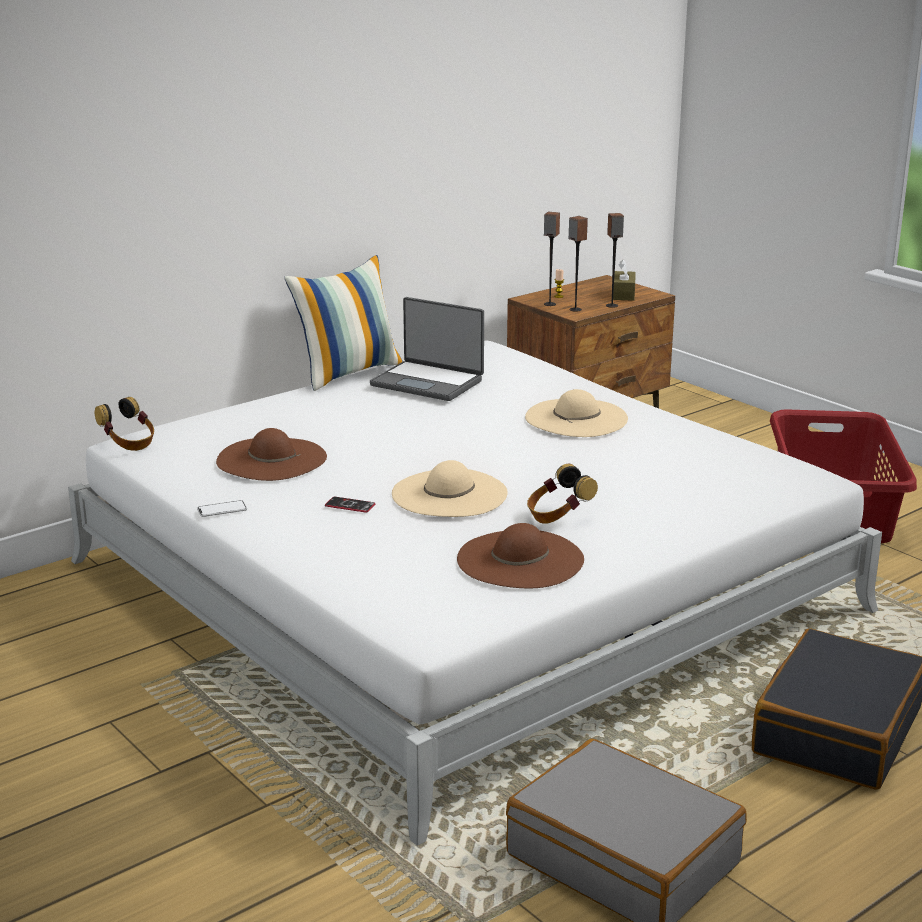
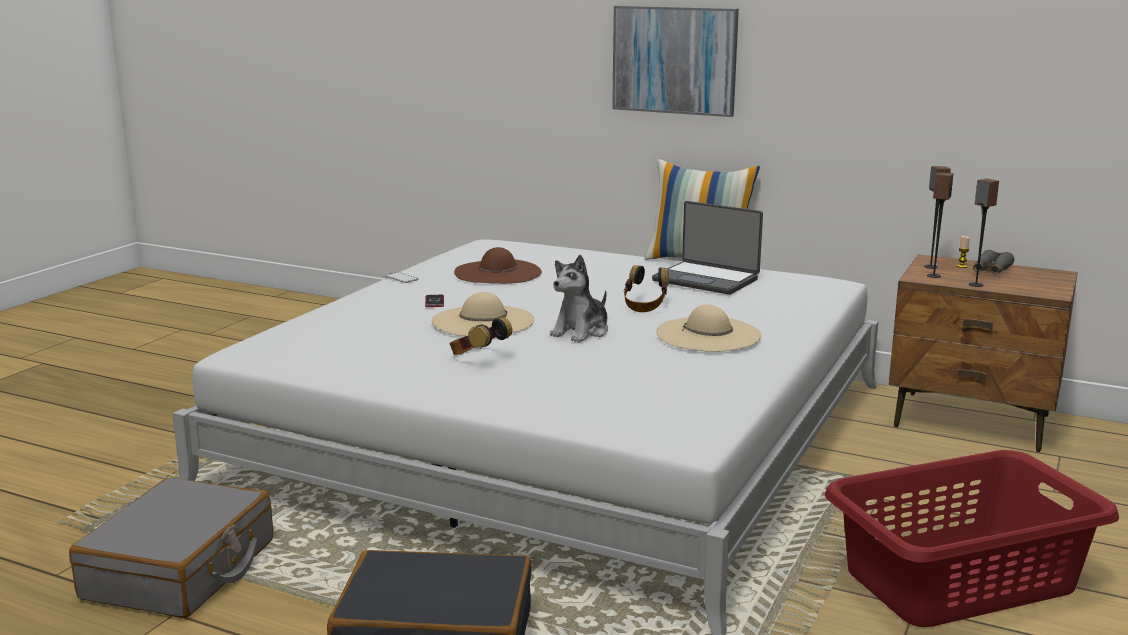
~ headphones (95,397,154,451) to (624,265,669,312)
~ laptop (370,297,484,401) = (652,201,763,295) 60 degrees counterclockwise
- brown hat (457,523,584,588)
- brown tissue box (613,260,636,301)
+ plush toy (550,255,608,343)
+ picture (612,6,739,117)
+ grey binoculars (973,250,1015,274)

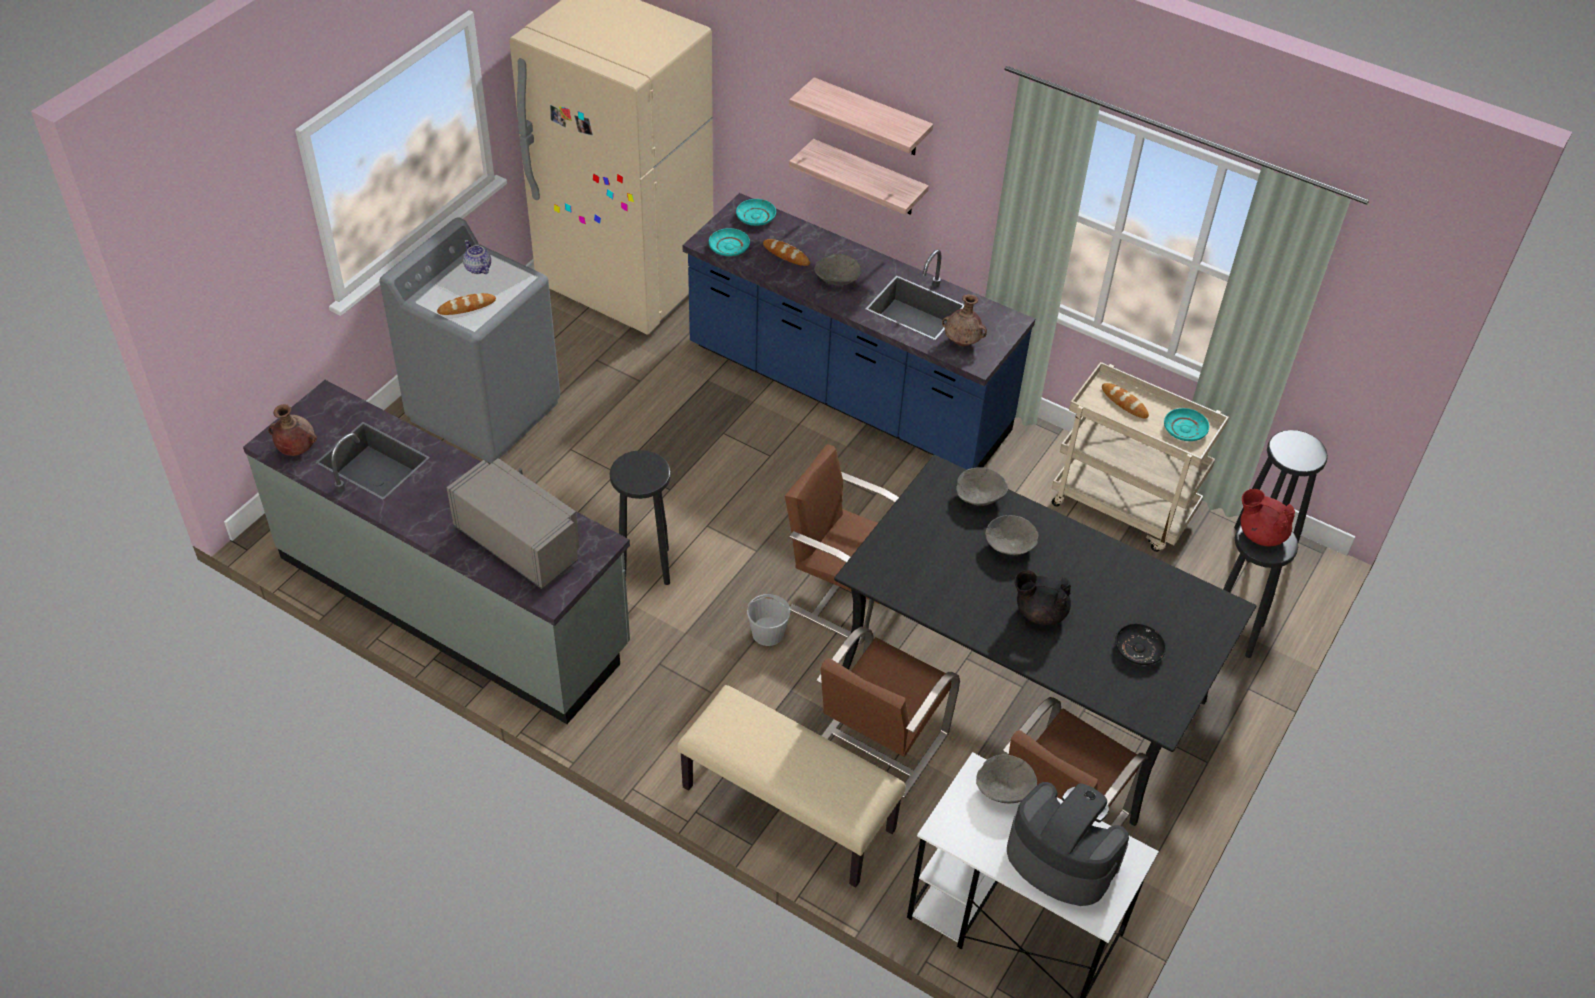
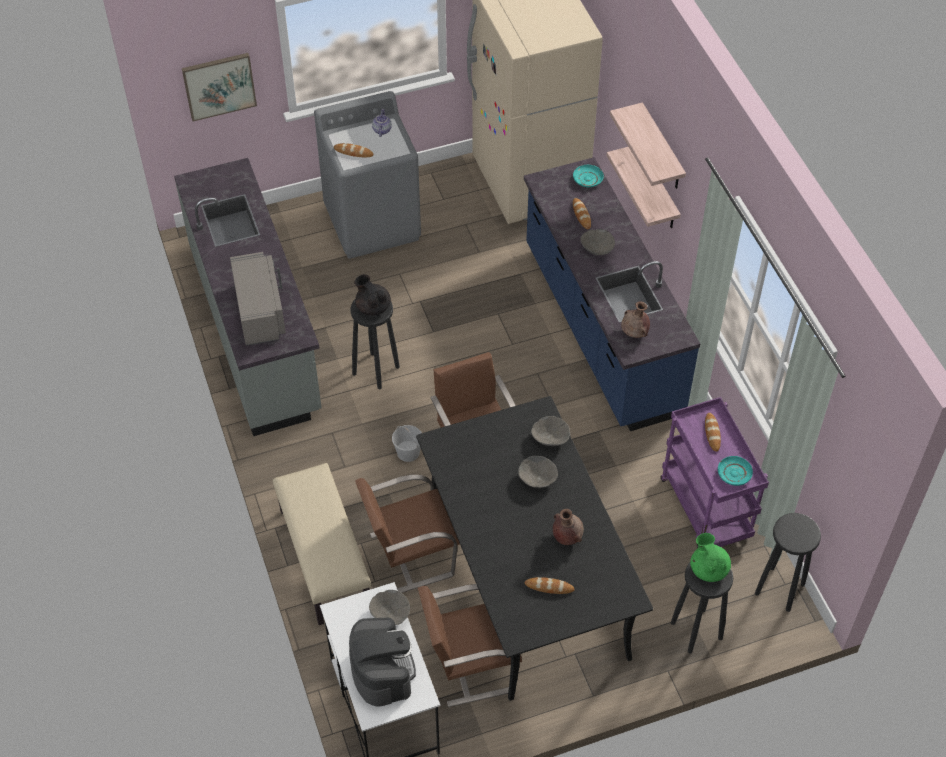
~ brown vase (268,404,317,456) to (553,509,584,545)
- turquoise plate (709,228,750,257)
~ black teapot (1015,570,1071,626) to (354,274,391,316)
~ beige cart (1052,362,1229,552) to purple cart (661,397,769,548)
~ black plate (1115,623,1166,665) to bread (525,577,575,594)
~ red teapot (1240,489,1295,546) to green teapot (690,533,731,582)
+ picture (182,53,257,121)

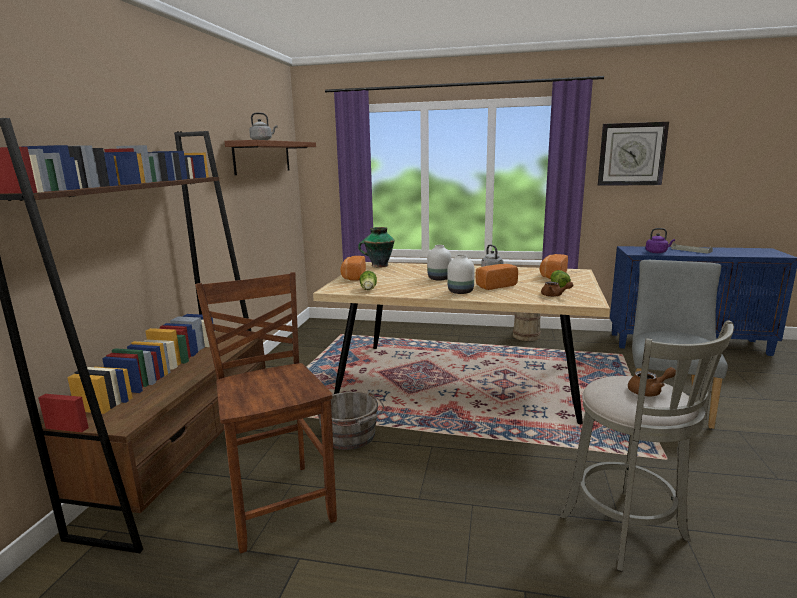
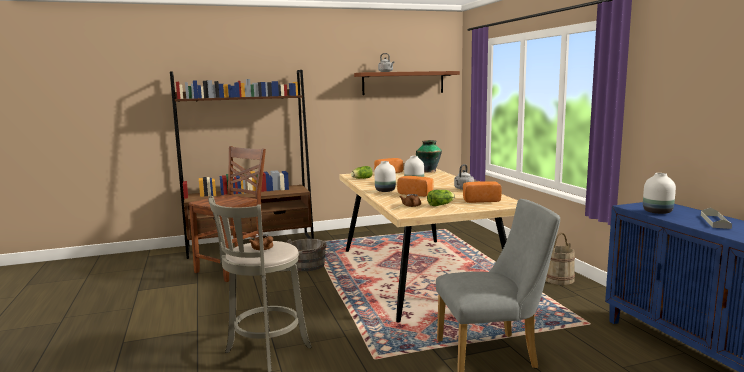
- wall clock (598,122,669,186)
~ purple kettle (646,228,675,253) to white vase (643,173,676,214)

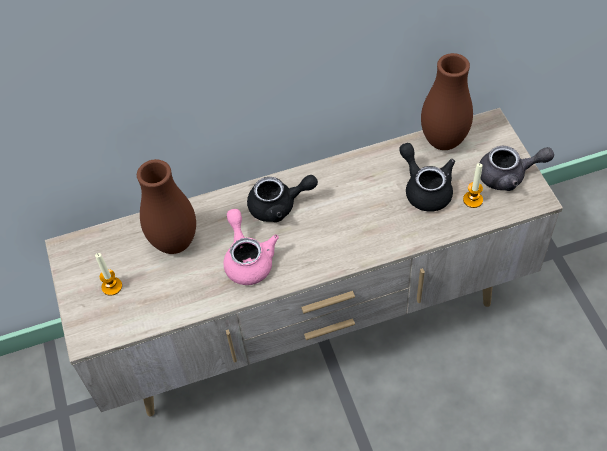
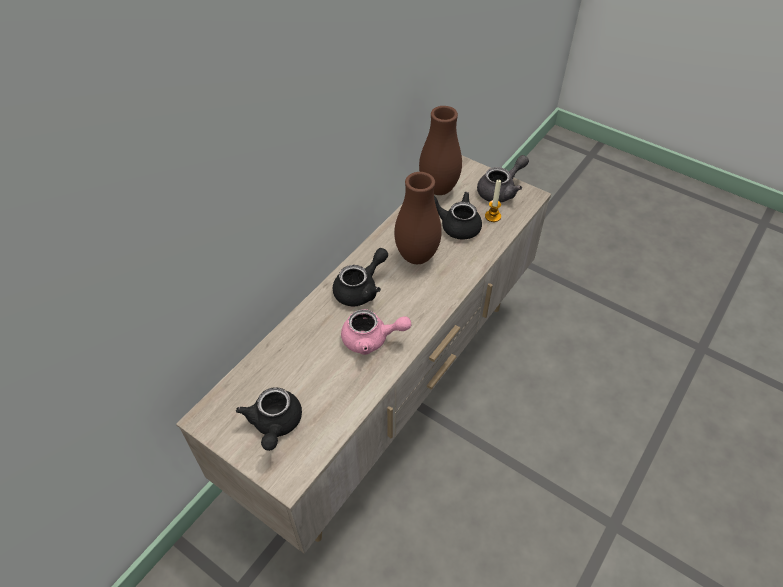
~ candle (95,253,122,296) to black teapot (236,387,302,451)
~ brown vase (137,159,196,254) to (394,172,442,264)
~ pink teapot (223,209,279,285) = (341,309,411,355) 150 degrees clockwise

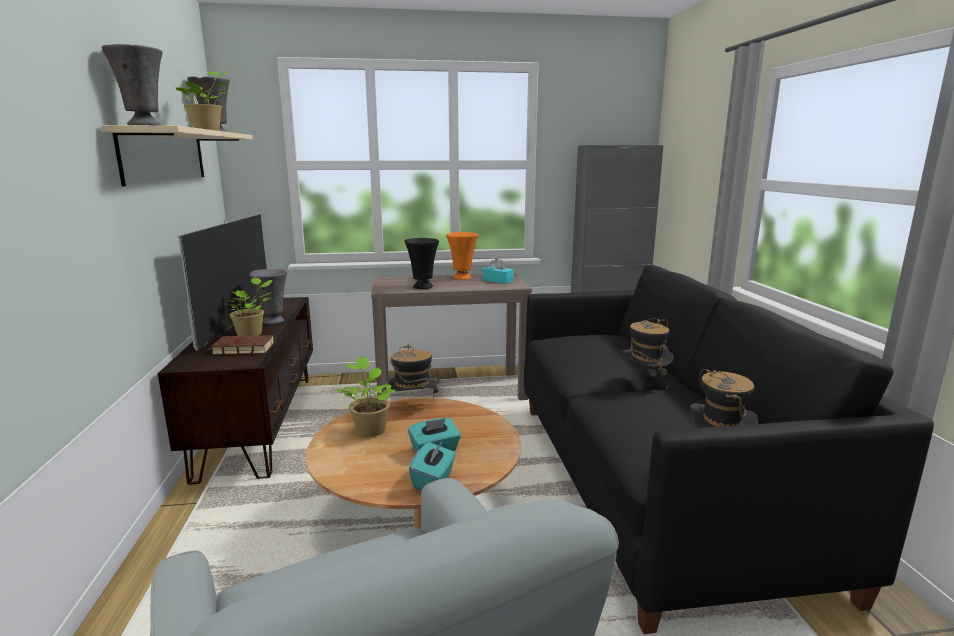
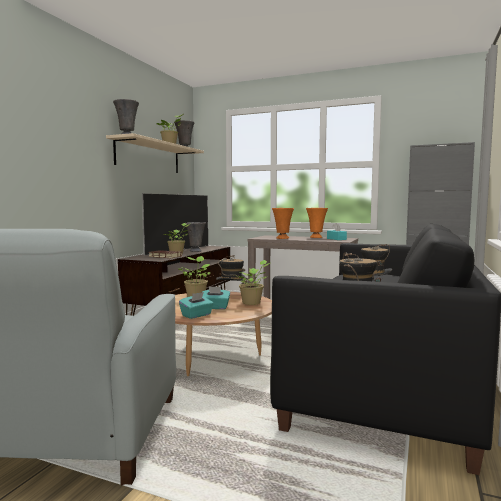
~ black vase (405,238,439,289) to orange vase (272,208,294,239)
+ potted plant (238,260,270,305)

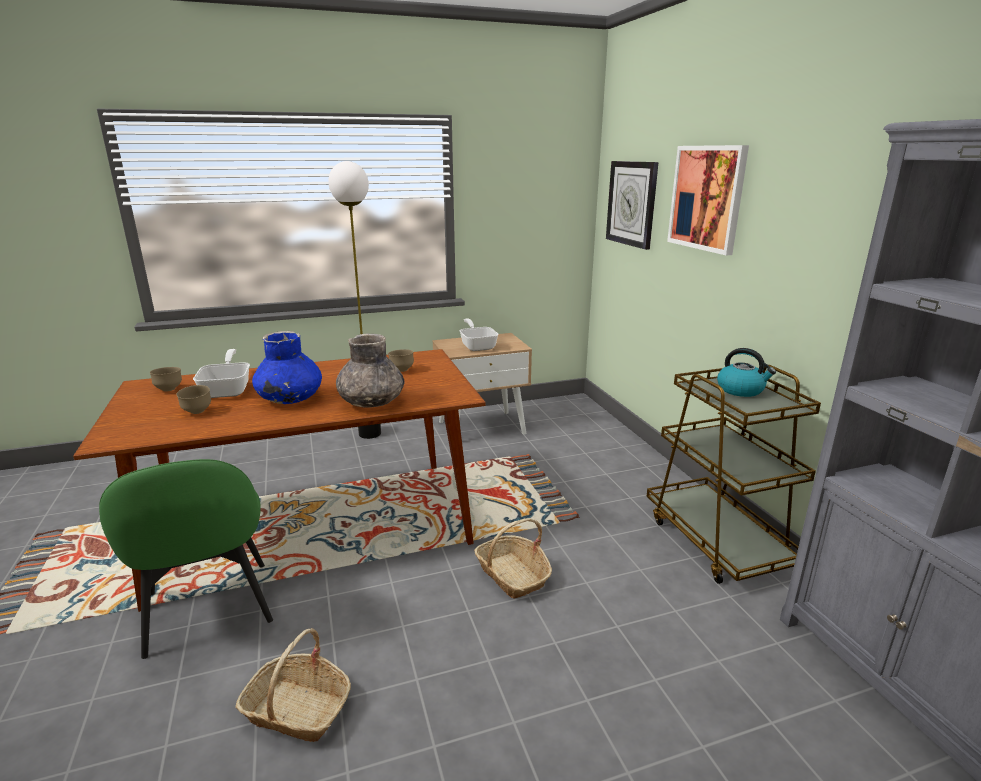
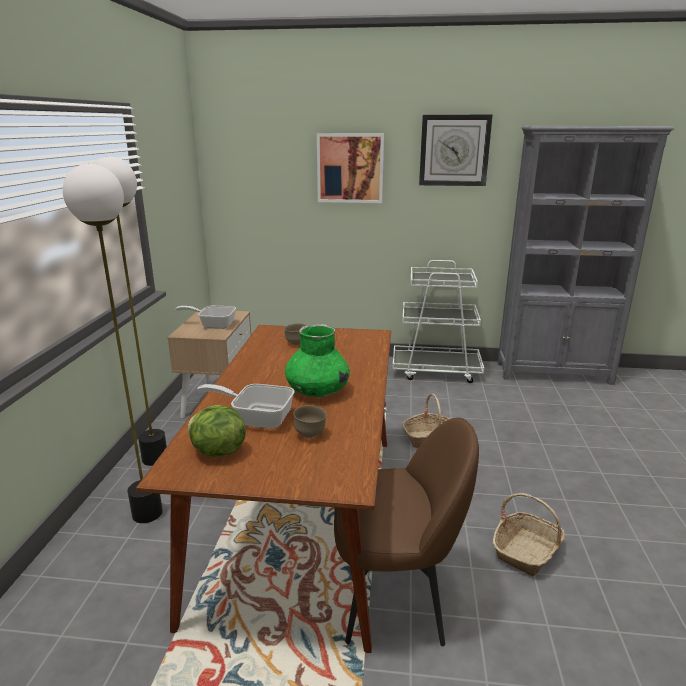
~ green chair (99,459,273,659) to brown chair (334,417,479,647)
~ brown bowl (150,367,182,391) to lettuce (188,405,246,457)
~ blue vase (252,331,322,404) to green vase (285,324,350,397)
- grey vase (336,334,404,408)
~ wall clock (606,161,658,250) to (419,114,493,186)
~ brown cart (647,365,821,584) to white cart (393,260,484,383)
- kettle (717,348,776,397)
+ floor lamp (63,163,163,523)

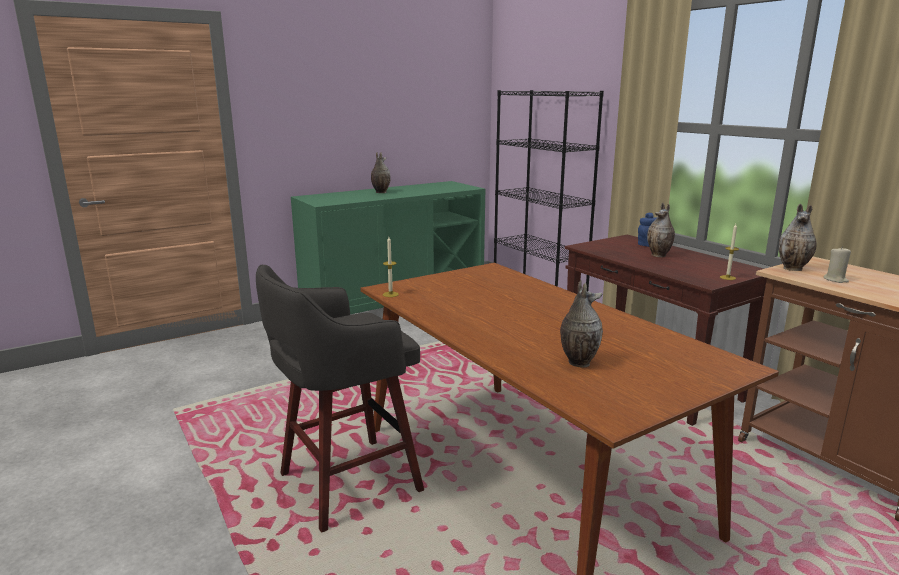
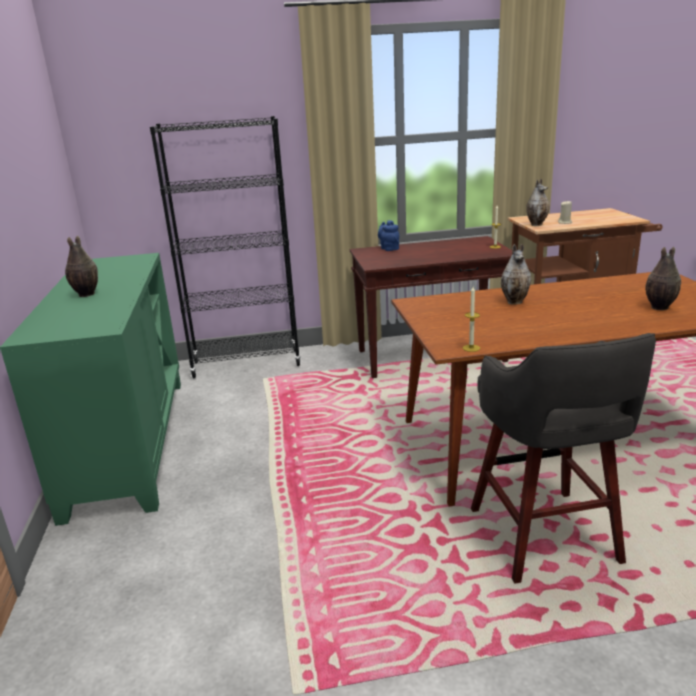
~ vase (647,203,675,257) to (501,244,532,305)

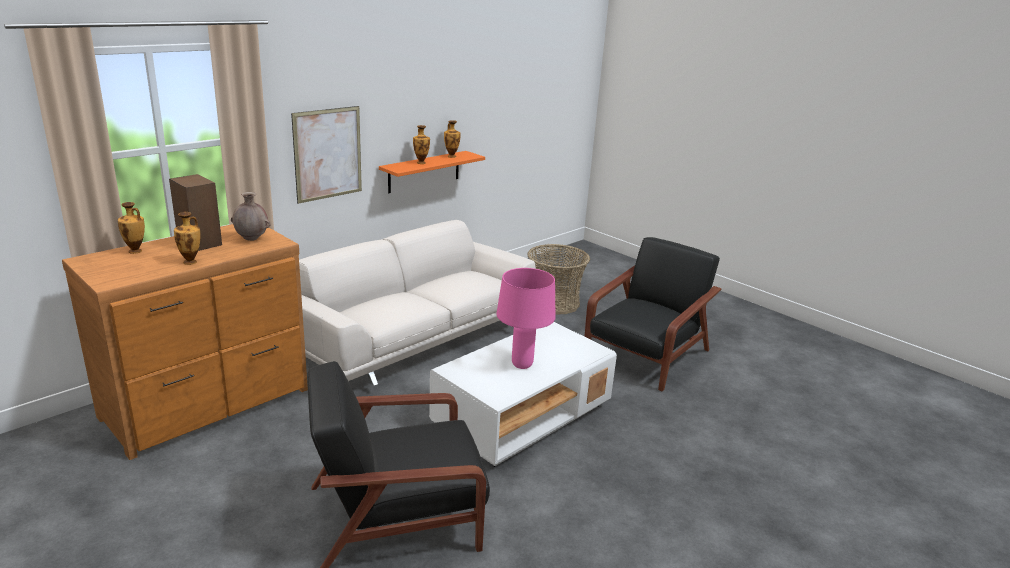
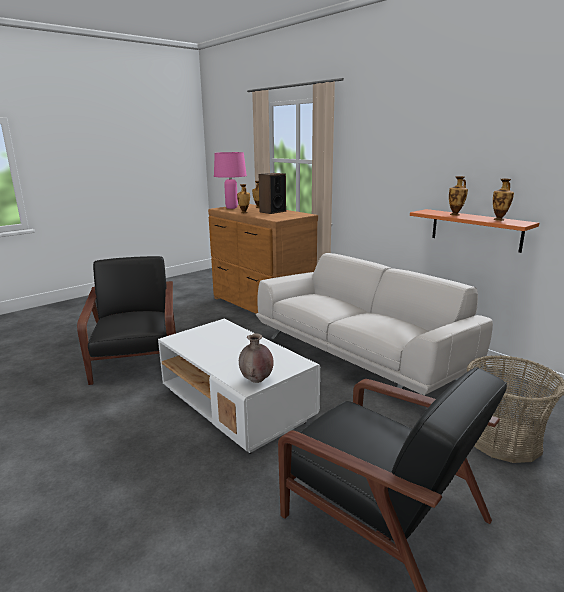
~ brown vase (231,192,270,241) to (239,333,274,383)
- picture (291,106,362,204)
~ pink table lamp (496,268,555,369) to (214,152,247,209)

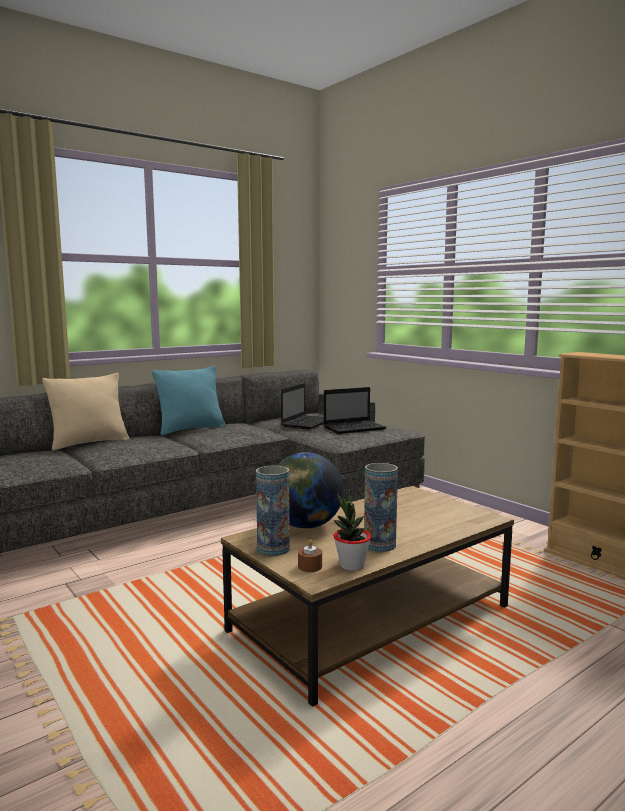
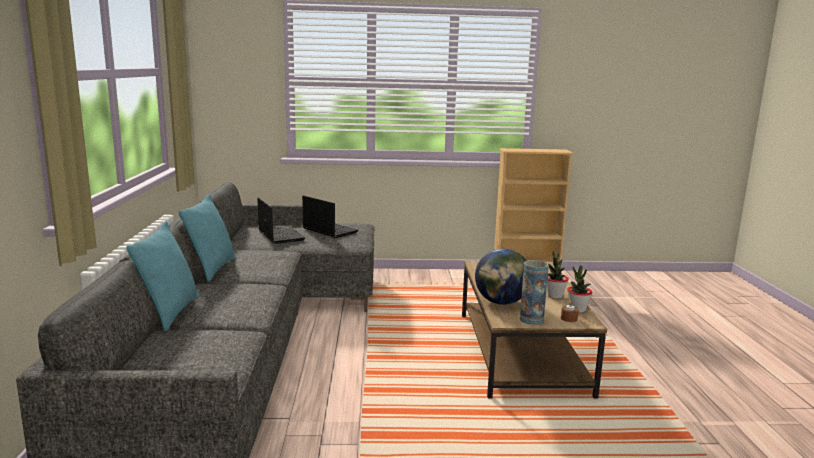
~ beige pillow (42,373,129,451) to turquoise pillow (126,221,200,331)
~ laptop (324,387,386,434) = (302,195,358,238) 60 degrees counterclockwise
~ vase (364,463,398,552) to potted plant (547,251,569,299)

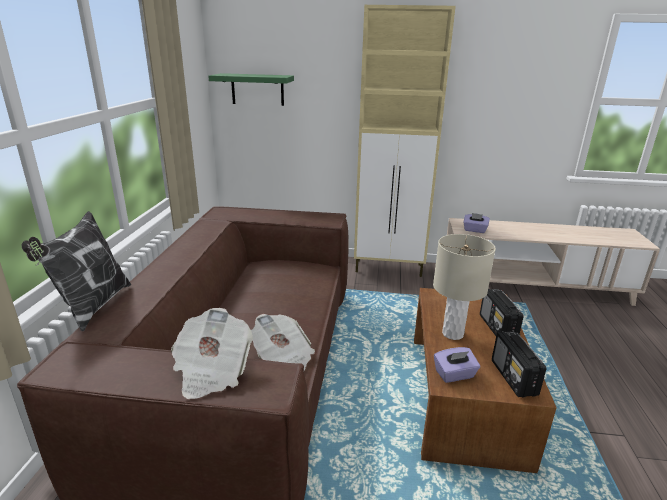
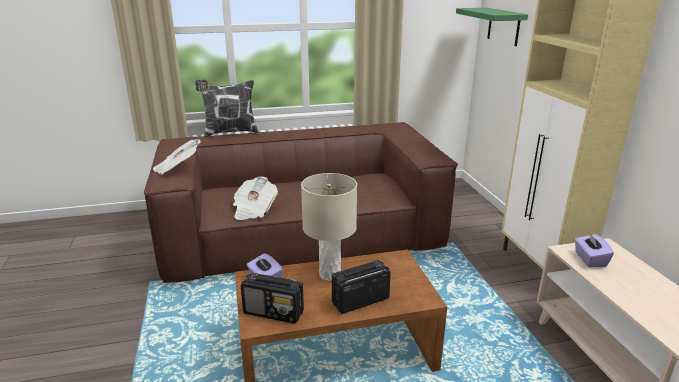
~ radio (492,331,546,398) = (241,273,304,324) 135 degrees counterclockwise

